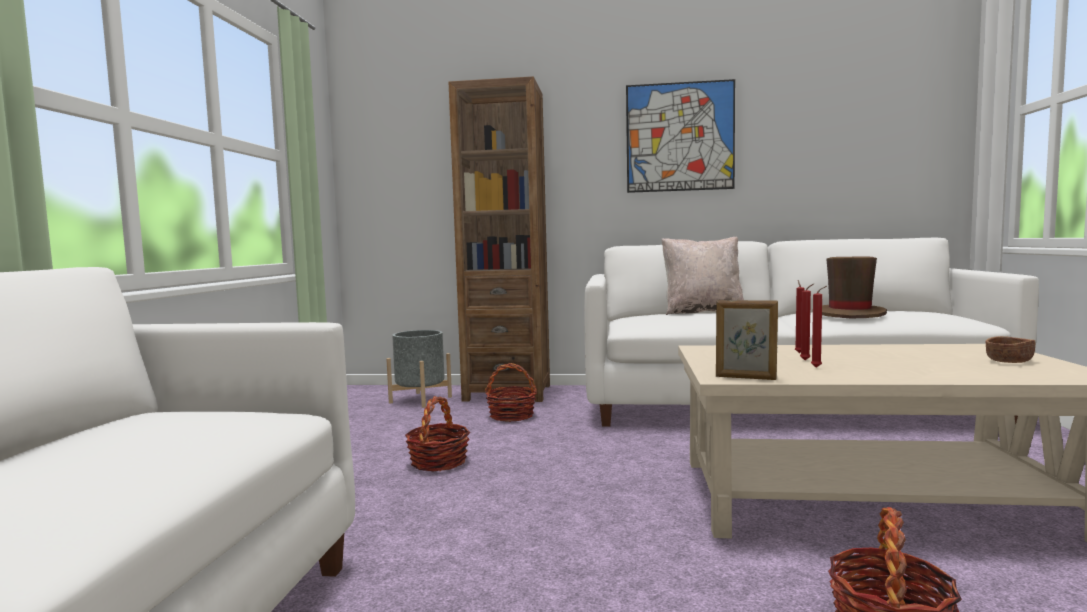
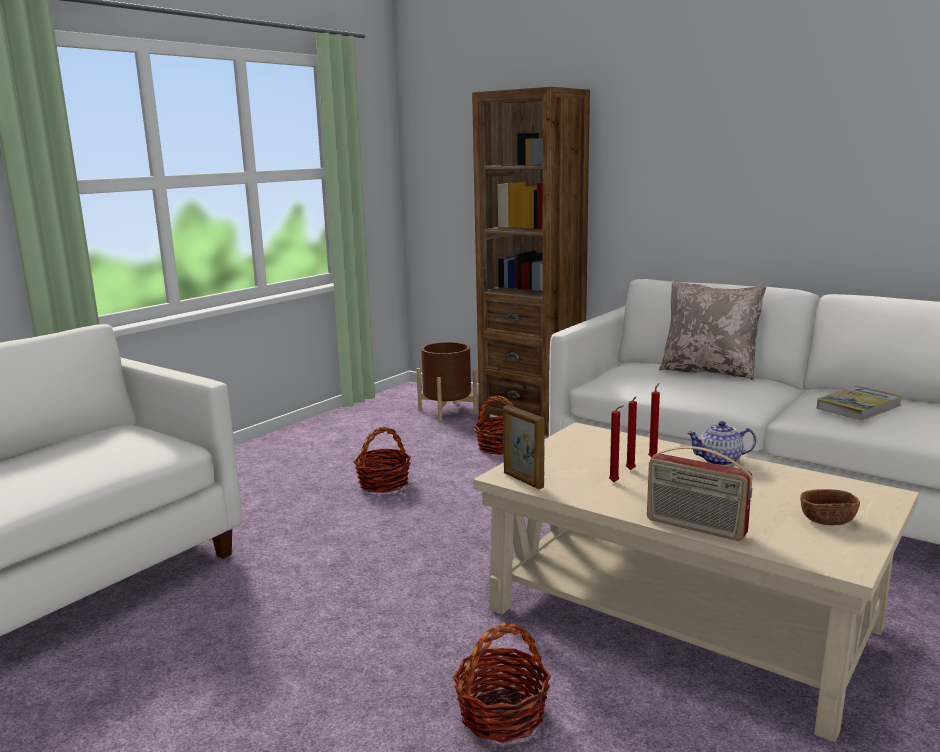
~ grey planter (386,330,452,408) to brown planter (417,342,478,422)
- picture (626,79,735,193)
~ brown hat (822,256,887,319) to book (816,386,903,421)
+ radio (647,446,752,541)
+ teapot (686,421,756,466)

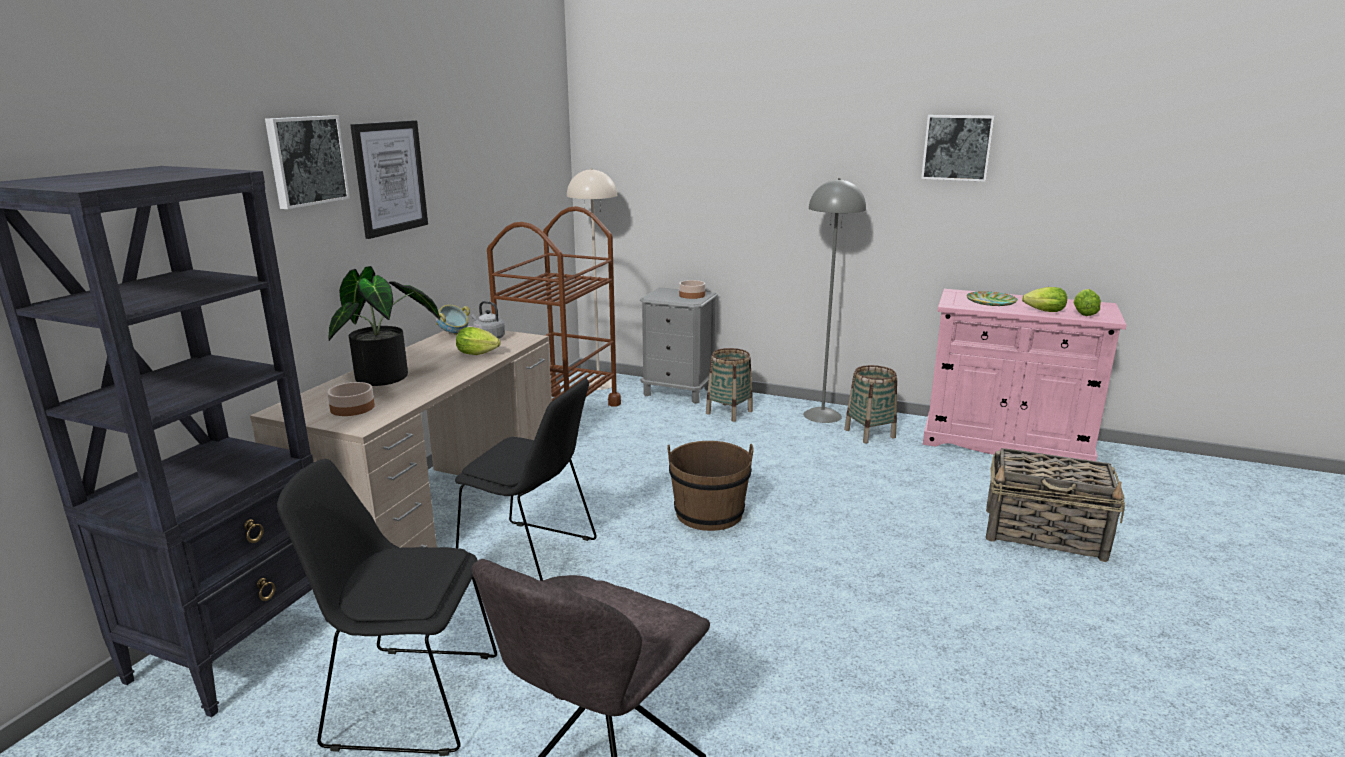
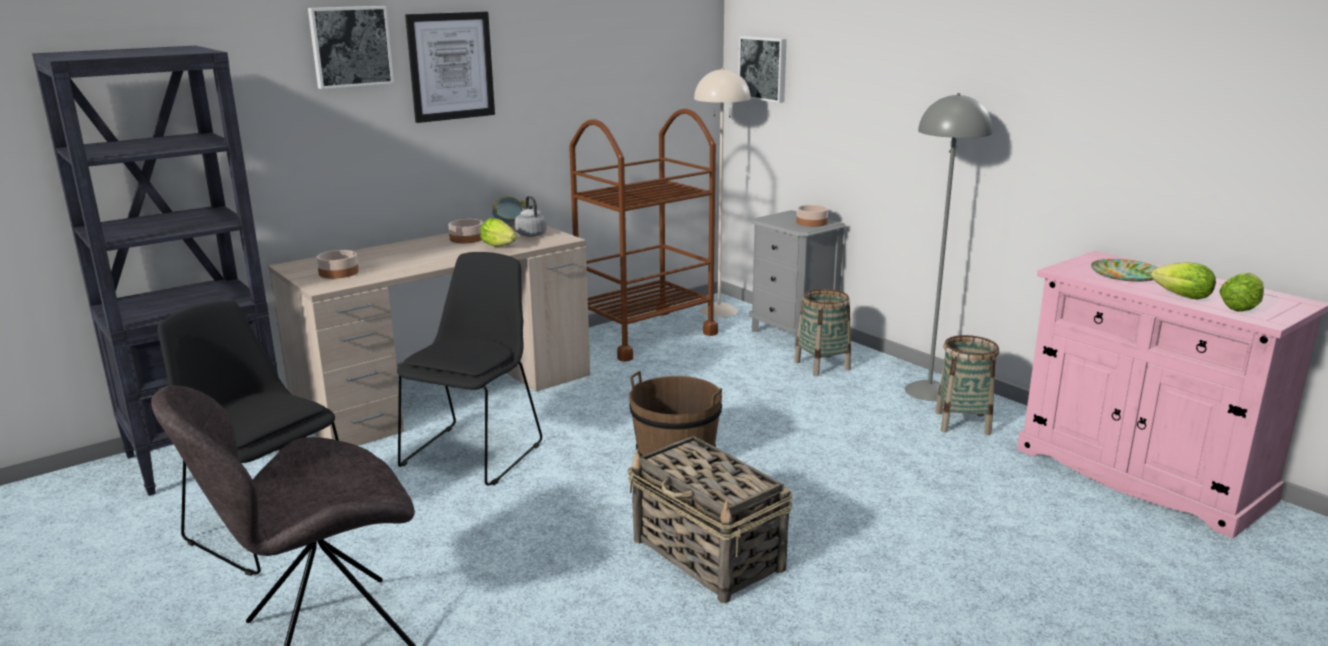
- potted plant (328,266,440,386)
~ black chair (455,379,597,581) = (397,252,542,486) 120 degrees counterclockwise
~ picture (921,115,995,182) to (738,36,787,103)
~ basket (986,448,1125,562) to (627,436,792,603)
+ bowl (448,219,483,243)

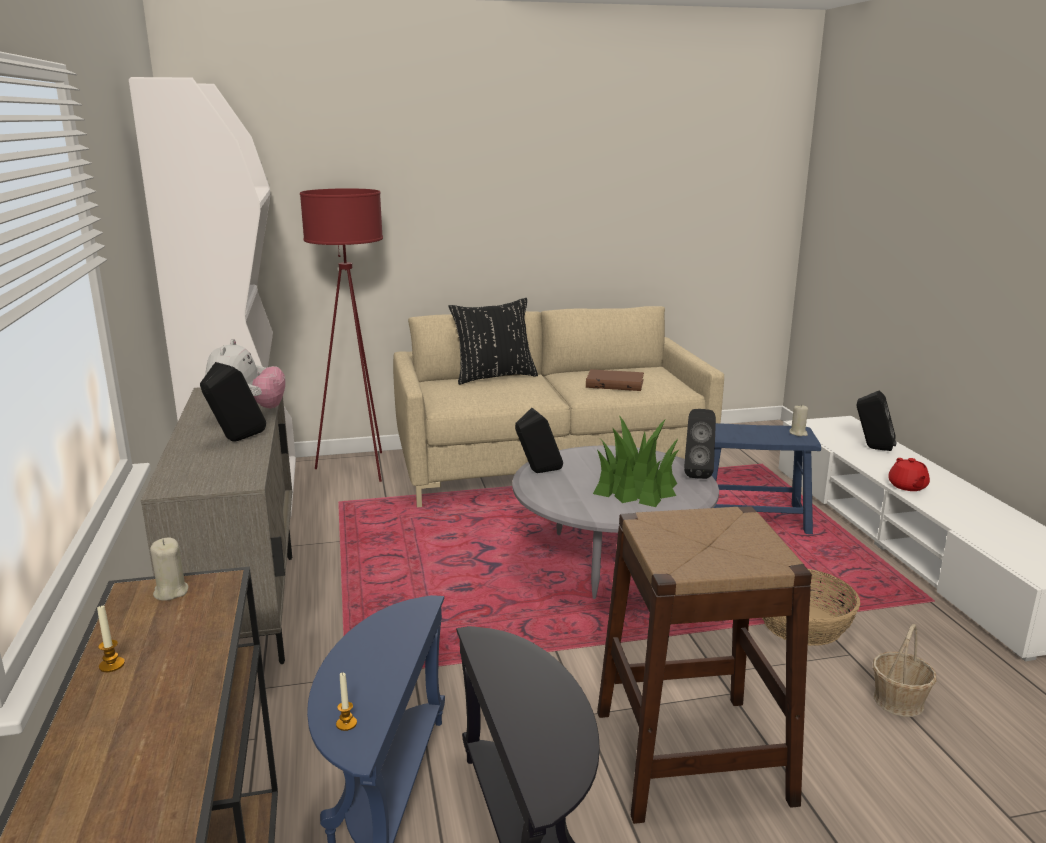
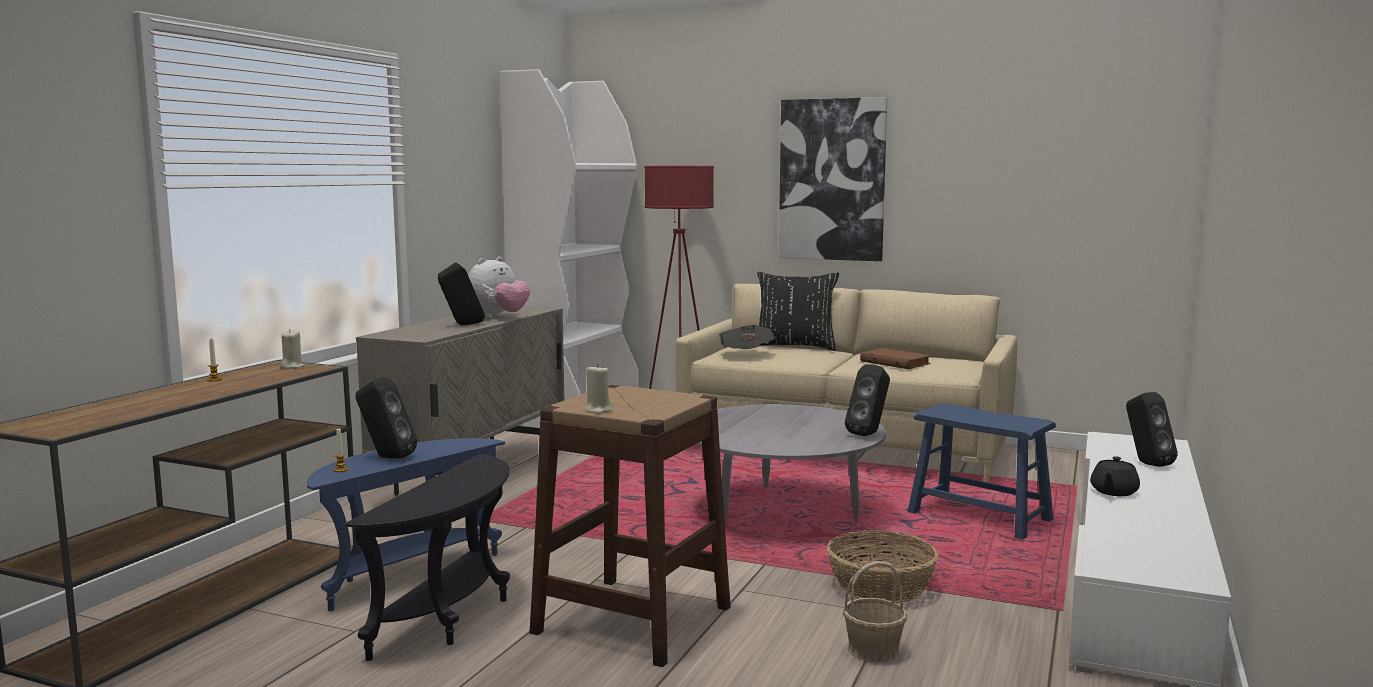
~ black speaker (515,408,563,473) to (355,377,417,458)
- potted plant (593,415,680,507)
~ beige candle (789,404,808,436) to (585,364,613,414)
~ red teapot (888,458,930,491) to black teapot (1090,456,1140,496)
+ newspaper (719,325,775,349)
+ picture (779,97,888,261)

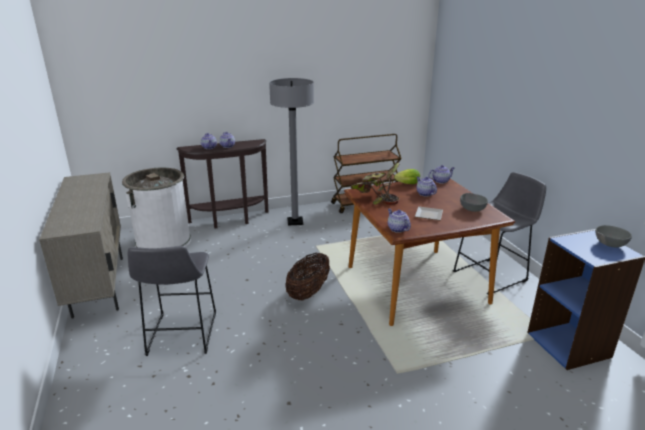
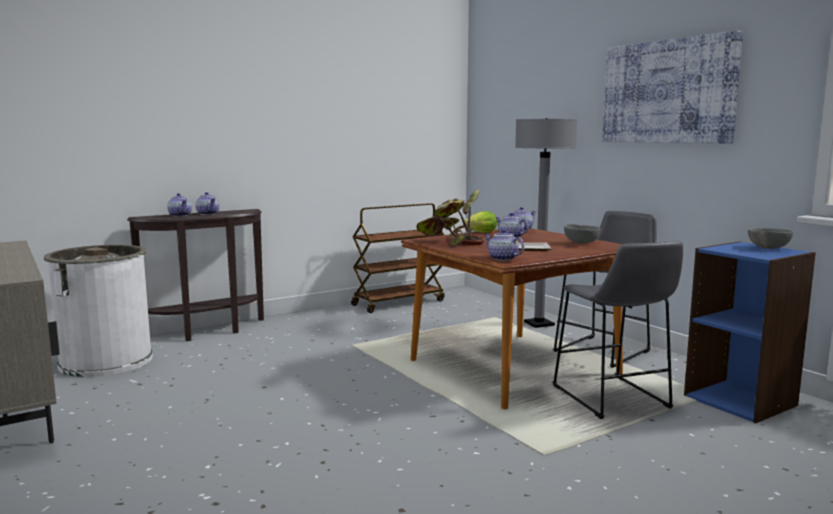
~ grey stool (128,246,216,356) to (553,241,683,419)
~ grey floor lamp (269,78,314,226) to (515,118,578,328)
- basket (285,252,330,301)
+ picture (602,30,743,143)

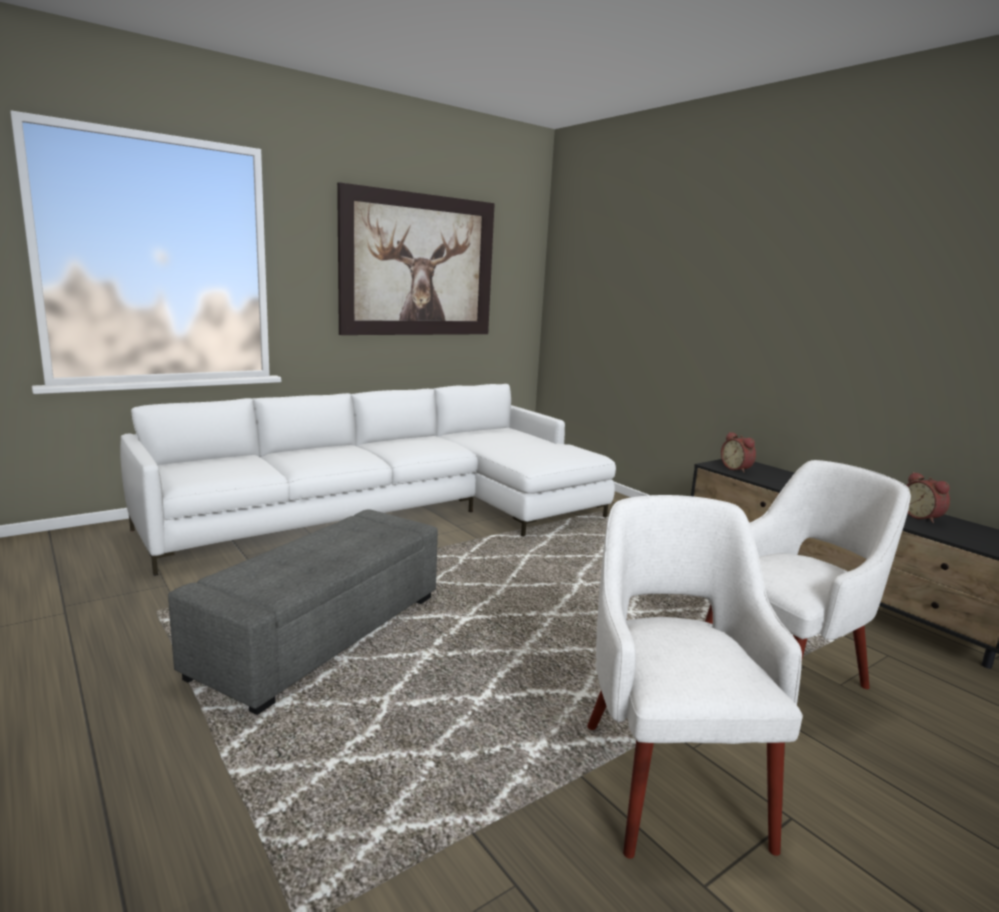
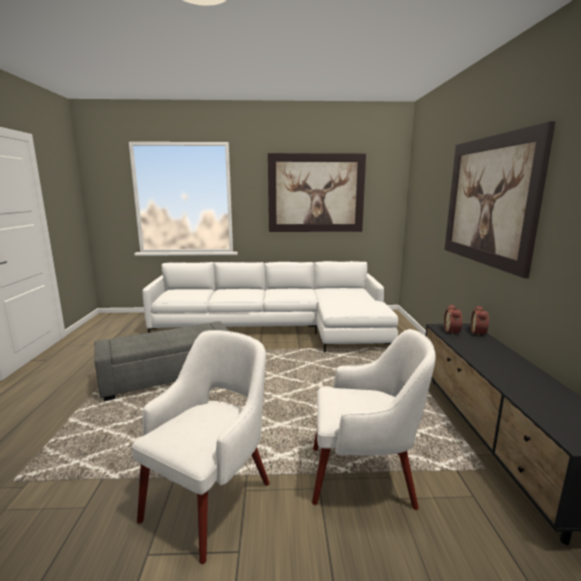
~ alarm clock (906,472,950,523) to (471,306,489,337)
+ picture (444,121,556,278)

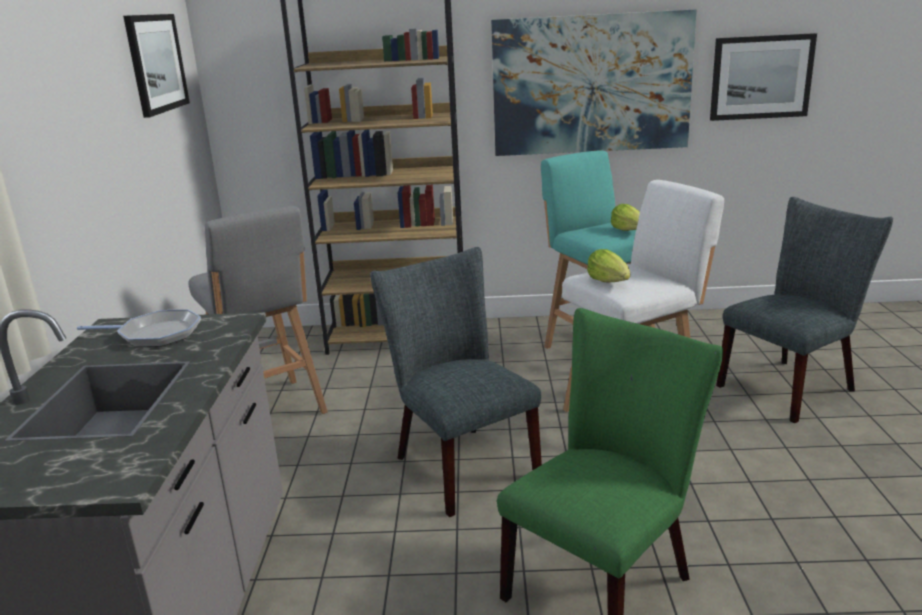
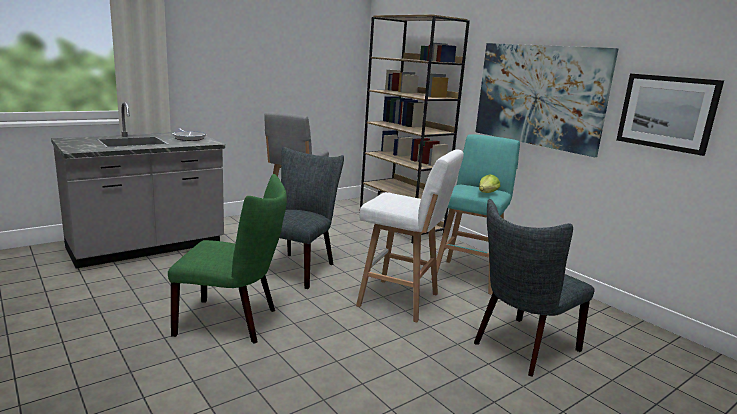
- picture (123,14,190,118)
- lettuce (587,249,630,282)
~ grey chair (716,197,893,423) = (474,199,594,377) 120 degrees clockwise

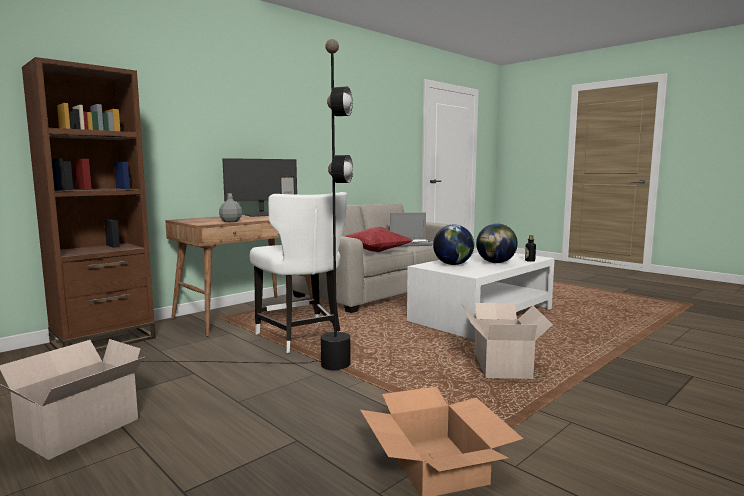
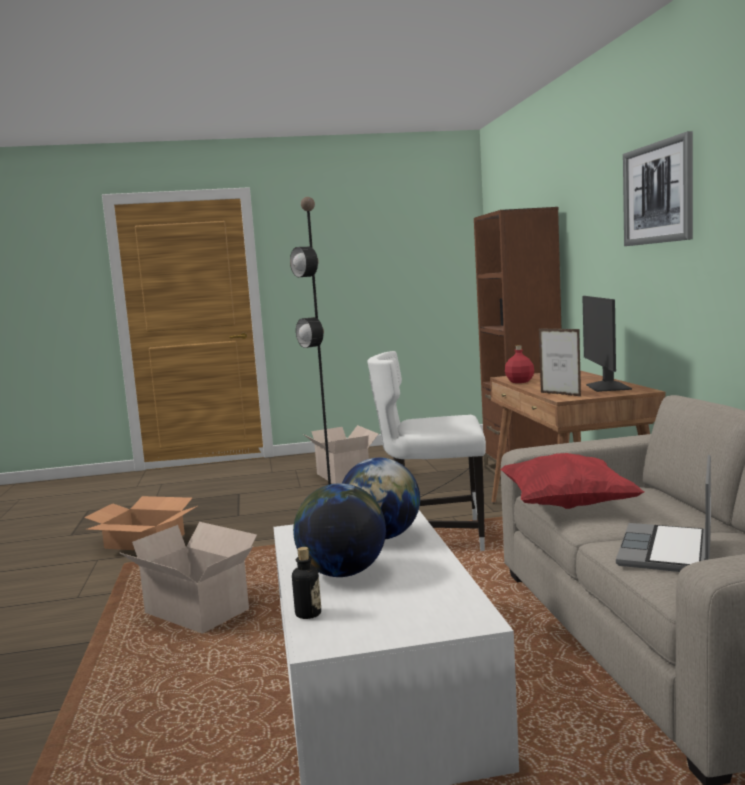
~ grey bottle (219,193,242,222) to red bottle (505,345,534,383)
+ picture (623,131,693,246)

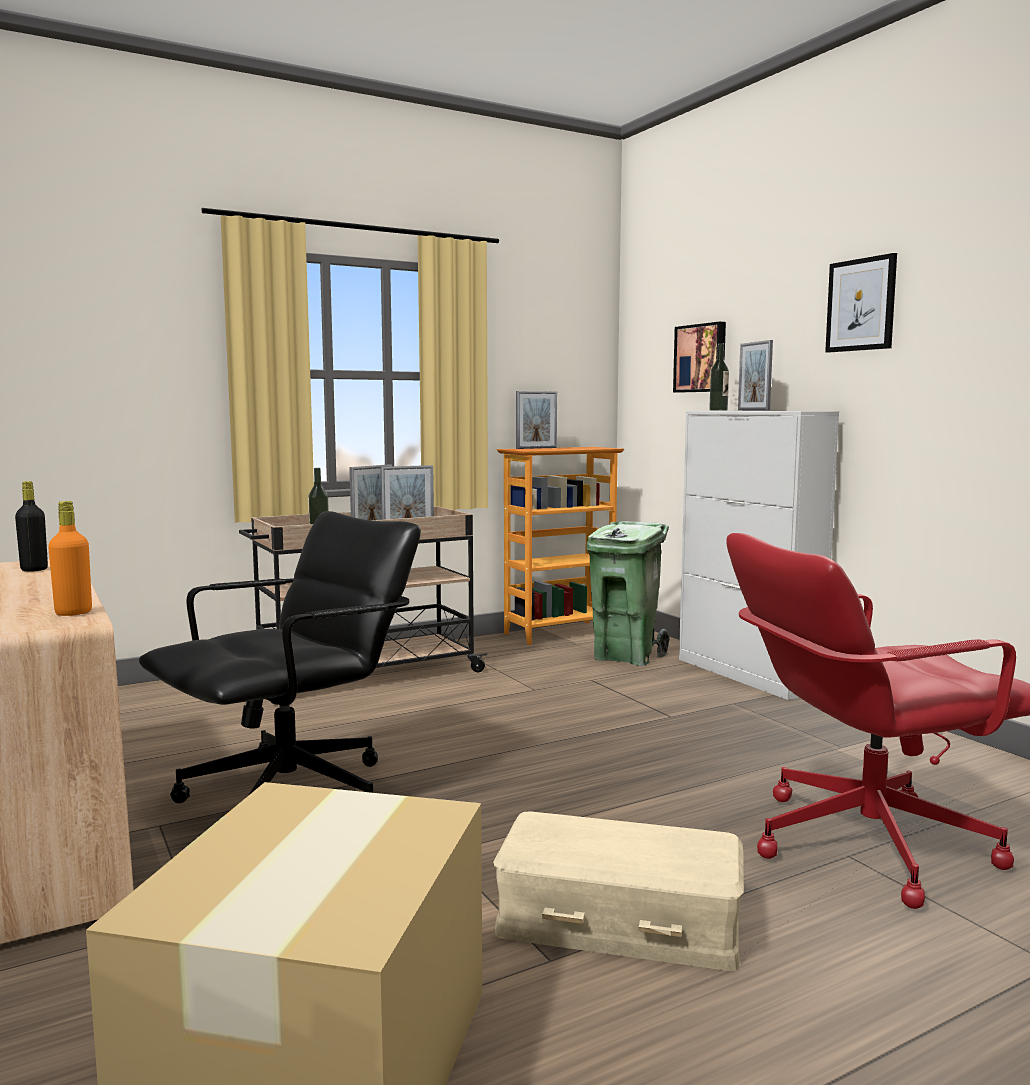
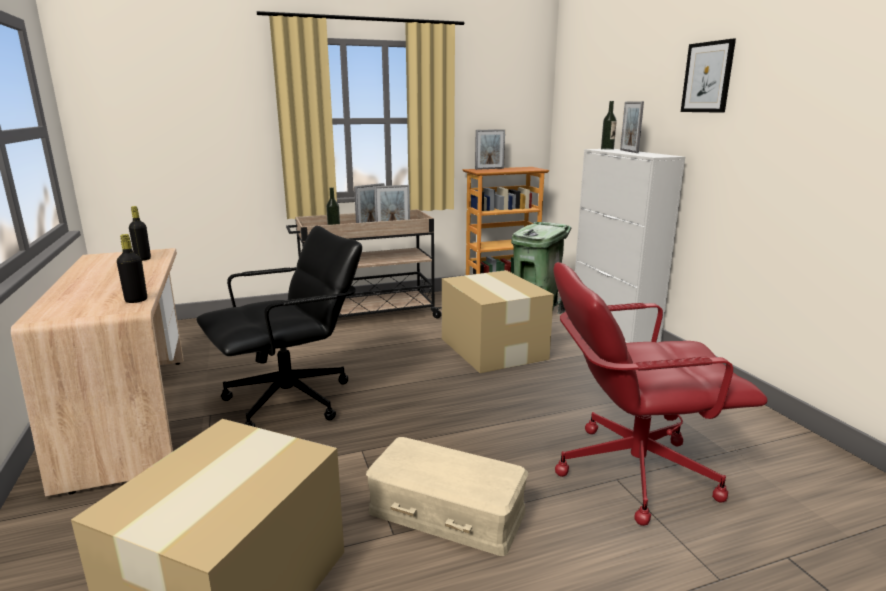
~ orange bottle (48,501,92,616) to black bottle (117,234,147,303)
- picture (673,322,726,393)
+ cardboard box (442,270,554,373)

